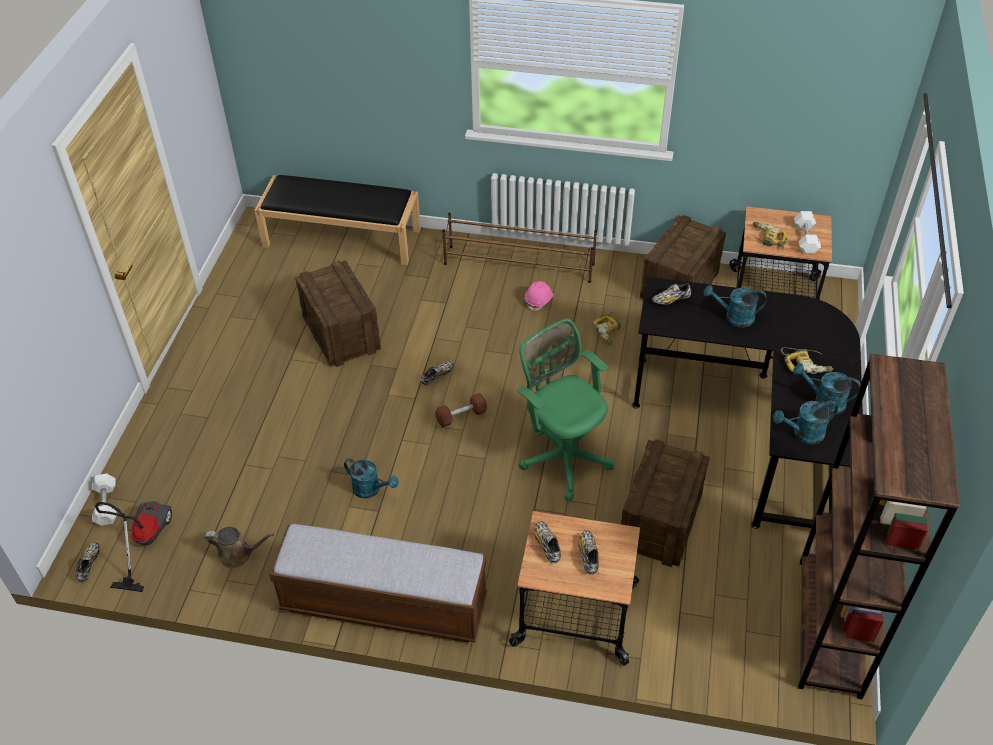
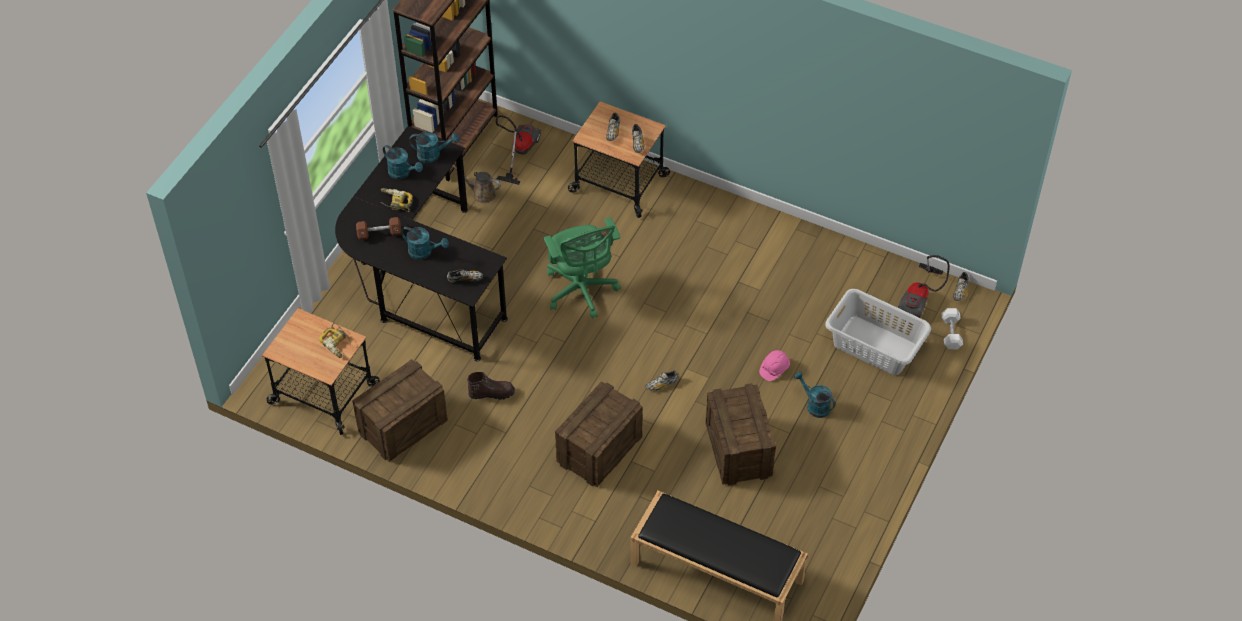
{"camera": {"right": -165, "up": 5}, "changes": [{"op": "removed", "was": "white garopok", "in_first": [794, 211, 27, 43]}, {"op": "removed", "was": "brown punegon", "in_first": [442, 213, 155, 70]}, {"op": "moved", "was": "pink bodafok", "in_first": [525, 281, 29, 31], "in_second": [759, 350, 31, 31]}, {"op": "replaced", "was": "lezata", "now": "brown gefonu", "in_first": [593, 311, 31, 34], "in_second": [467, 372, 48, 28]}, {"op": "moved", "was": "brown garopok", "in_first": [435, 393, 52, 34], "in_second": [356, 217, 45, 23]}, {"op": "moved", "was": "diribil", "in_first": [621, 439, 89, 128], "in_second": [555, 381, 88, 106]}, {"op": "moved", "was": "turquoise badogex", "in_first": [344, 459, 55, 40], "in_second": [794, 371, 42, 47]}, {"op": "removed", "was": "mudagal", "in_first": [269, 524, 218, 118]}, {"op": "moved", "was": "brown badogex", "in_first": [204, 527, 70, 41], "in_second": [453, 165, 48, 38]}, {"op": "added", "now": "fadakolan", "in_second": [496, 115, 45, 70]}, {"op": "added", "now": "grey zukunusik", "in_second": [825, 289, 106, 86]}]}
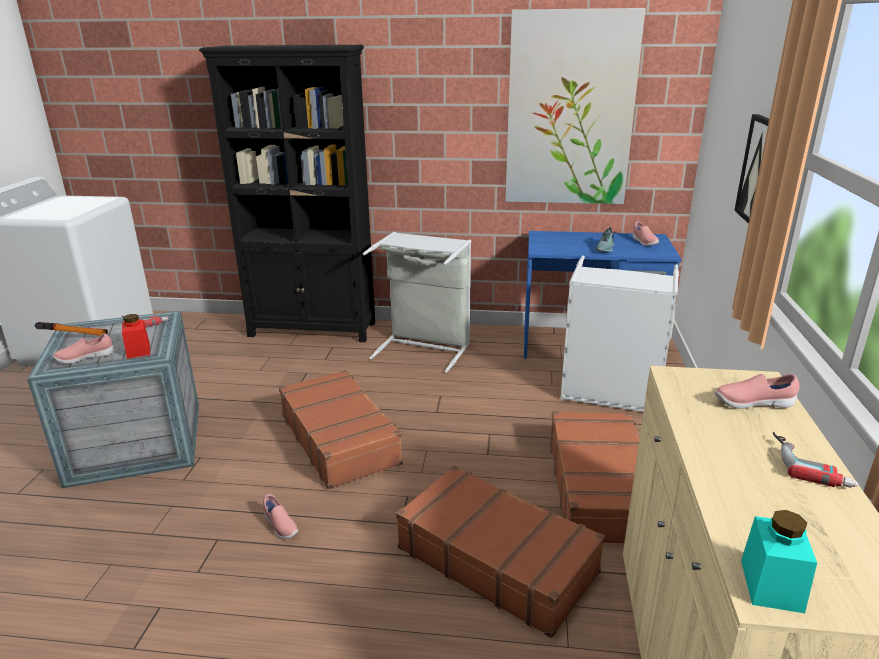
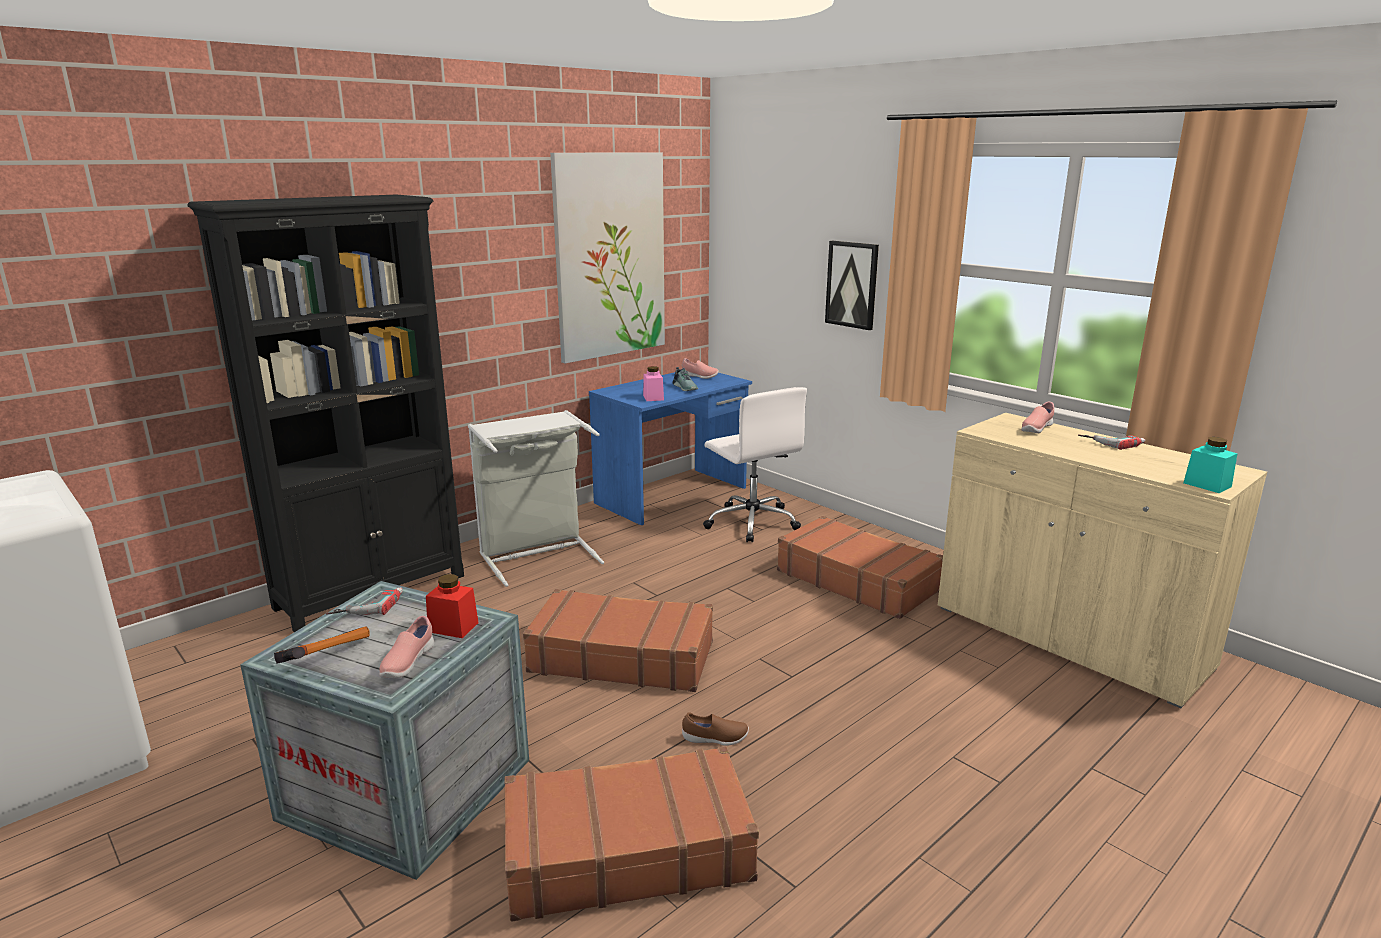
{"camera": {"right": -50, "up": -5}, "changes": [{"op": "replaced", "was": "grey zukunusik", "now": "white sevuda", "in_first": [560, 255, 119, 157], "in_second": [703, 387, 104, 155]}, {"op": "moved", "was": "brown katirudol", "in_first": [396, 466, 209, 172], "in_second": [504, 746, 255, 176]}, {"op": "recoloured", "was": "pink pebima", "now": "brown pebima", "in_first": [263, 494, 35, 45], "in_second": [682, 712, 67, 34]}, {"op": "added", "now": "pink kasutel", "in_second": [643, 366, 21, 35]}]}
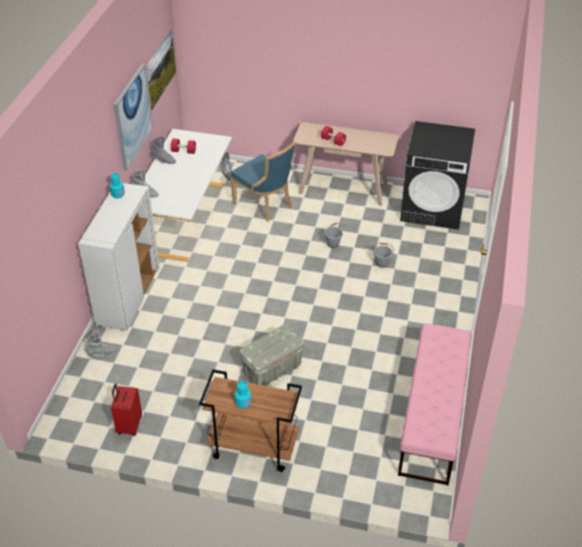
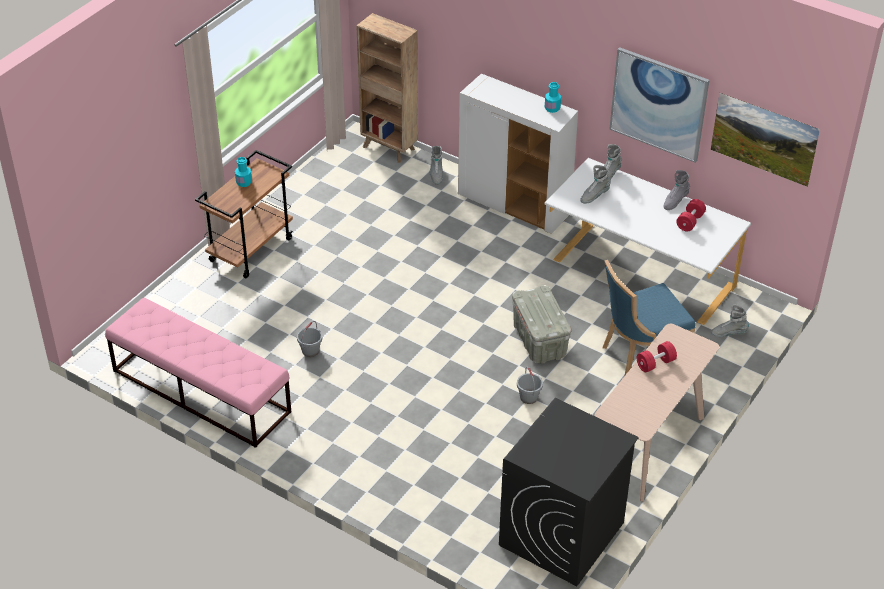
{"camera": {"right": 110, "up": 0}, "changes": [{"op": "moved", "was": "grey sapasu", "in_first": [373, 243, 21, 25], "in_second": [297, 321, 25, 36]}, {"op": "moved", "was": "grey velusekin", "in_first": [240, 325, 64, 61], "in_second": [512, 285, 59, 79]}, {"op": "removed", "was": "red katirudol", "in_first": [111, 384, 31, 52]}, {"op": "added", "now": "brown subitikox", "in_second": [356, 13, 62, 150]}, {"op": "added", "now": "grey gefonu", "in_second": [580, 165, 31, 39]}]}
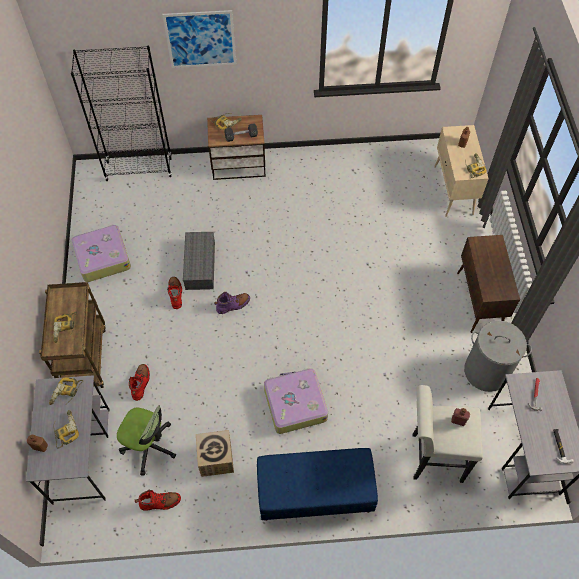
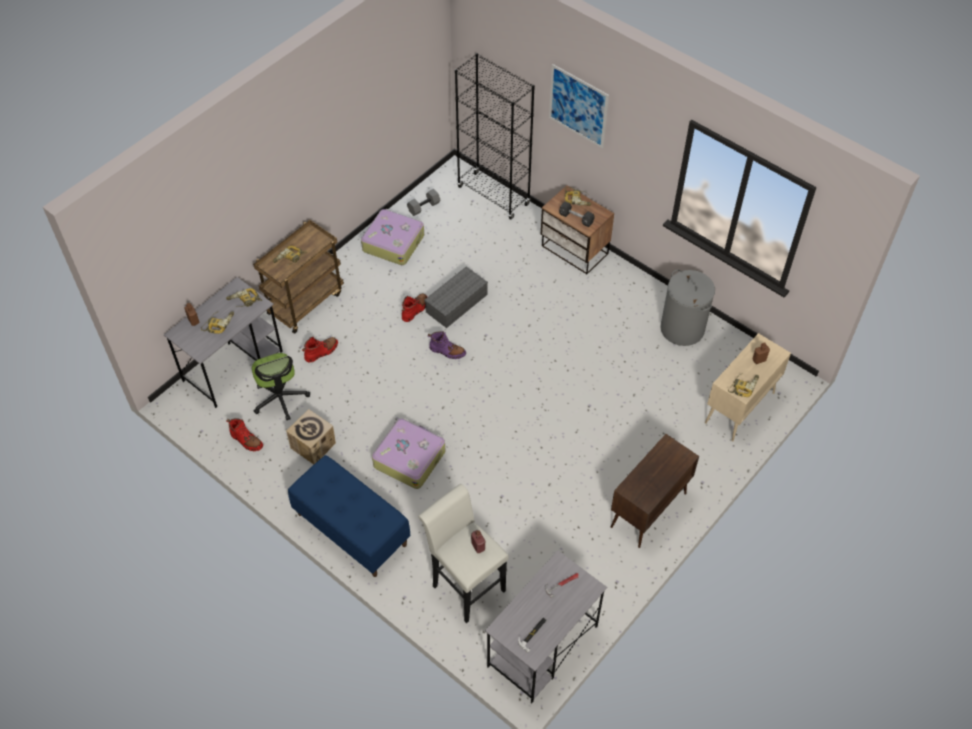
{"camera": {"right": 45, "up": -5}, "changes": [{"op": "moved", "was": "grey zukunusik", "in_first": [464, 321, 68, 71], "in_second": [660, 270, 55, 76]}, {"op": "added", "now": "grey garopok", "in_second": [407, 189, 33, 27]}]}
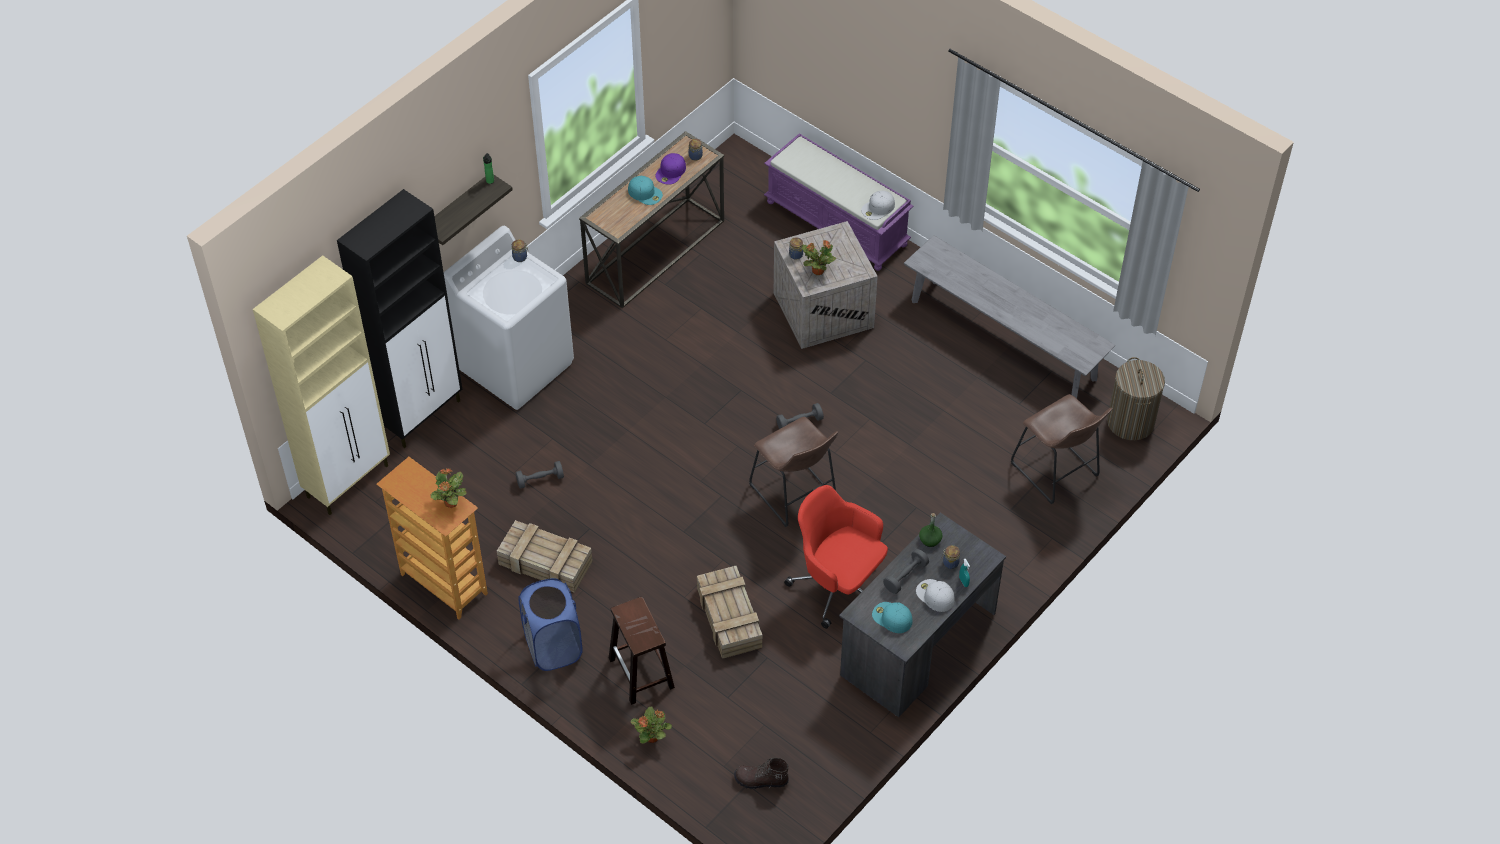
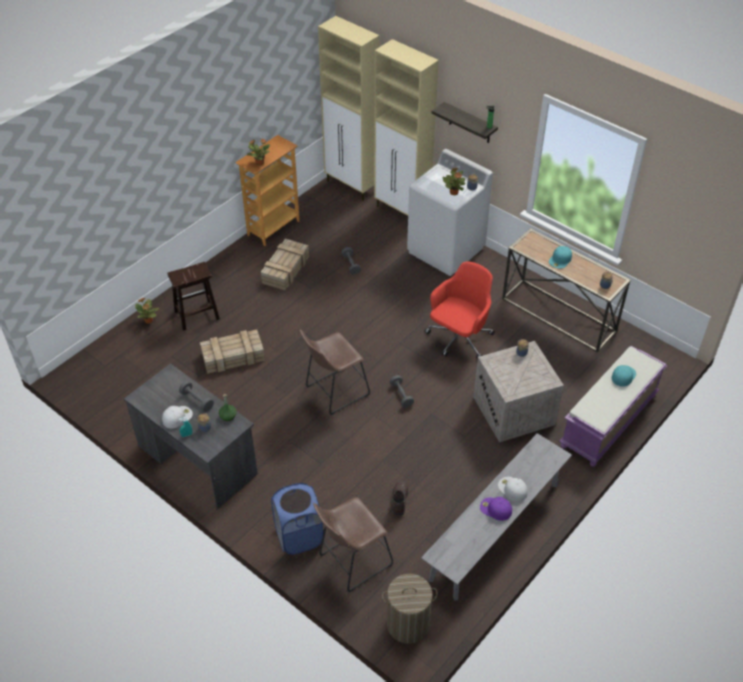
{"camera": {"right": 90, "up": -5}, "changes": [{"op": "moved", "was": "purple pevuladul", "in_first": [655, 153, 31, 32], "in_second": [480, 497, 32, 24]}, {"op": "recoloured", "was": "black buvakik", "now": "beige buvakik", "in_first": [337, 189, 125, 259], "in_second": [374, 39, 65, 177]}, {"op": "moved", "was": "white pevuladul", "in_first": [861, 190, 34, 30], "in_second": [498, 477, 30, 25]}, {"op": "moved", "was": "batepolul", "in_first": [802, 240, 34, 35], "in_second": [443, 168, 22, 27]}, {"op": "moved", "was": "red sevuda", "in_first": [784, 485, 104, 144], "in_second": [424, 261, 71, 97]}, {"op": "moved", "was": "blue zukunusik", "in_first": [518, 578, 65, 93], "in_second": [271, 483, 52, 72]}, {"op": "moved", "was": "turquoise pevuladul", "in_first": [872, 602, 41, 31], "in_second": [612, 365, 24, 22]}, {"op": "moved", "was": "brown gefonu", "in_first": [734, 758, 55, 31], "in_second": [390, 481, 18, 35]}]}
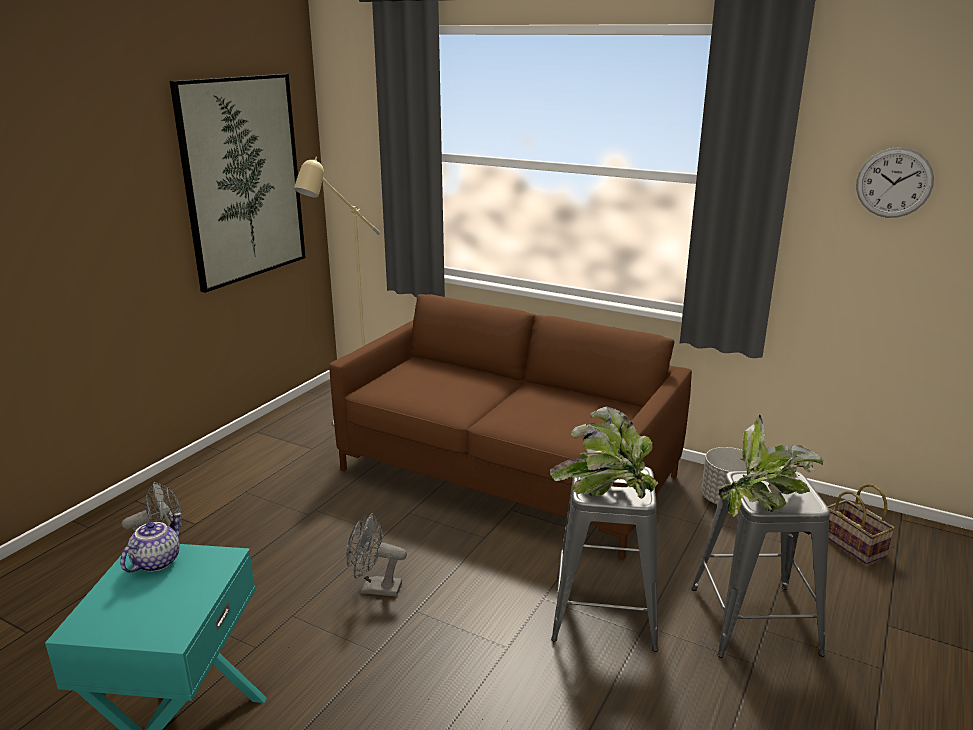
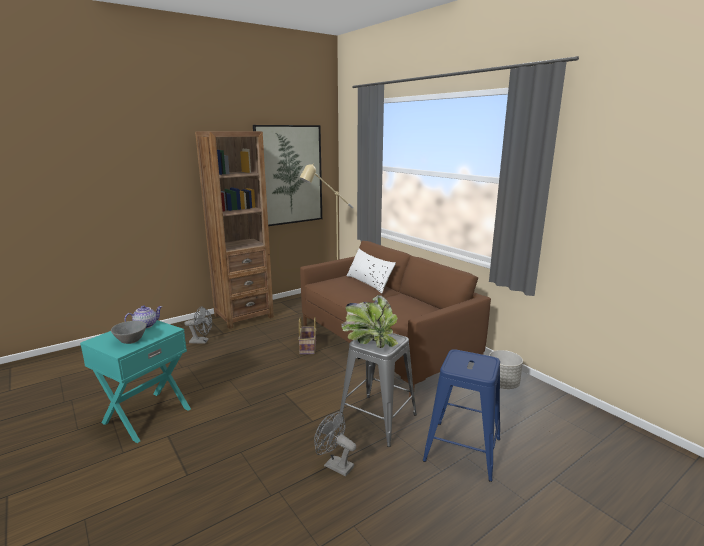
{"camera": {"right": 25, "up": -5}, "changes": [{"op": "removed", "was": "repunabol", "in_first": [856, 147, 78, 71]}, {"op": "removed", "was": "batepolul", "in_first": [719, 415, 104, 102]}, {"op": "recoloured", "was": "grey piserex", "now": "blue piserex", "in_first": [691, 471, 139, 187], "in_second": [423, 349, 77, 133]}, {"op": "moved", "was": "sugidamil", "in_first": [828, 484, 67, 80], "in_second": [298, 317, 18, 37]}, {"op": "moved", "was": "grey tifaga", "in_first": [346, 513, 61, 83], "in_second": [314, 411, 42, 65]}, {"op": "added", "now": "brown subitikox", "in_second": [195, 131, 79, 198]}, {"op": "added", "now": "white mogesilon", "in_second": [346, 249, 50, 45]}, {"op": "added", "now": "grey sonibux", "in_second": [111, 321, 36, 23]}]}
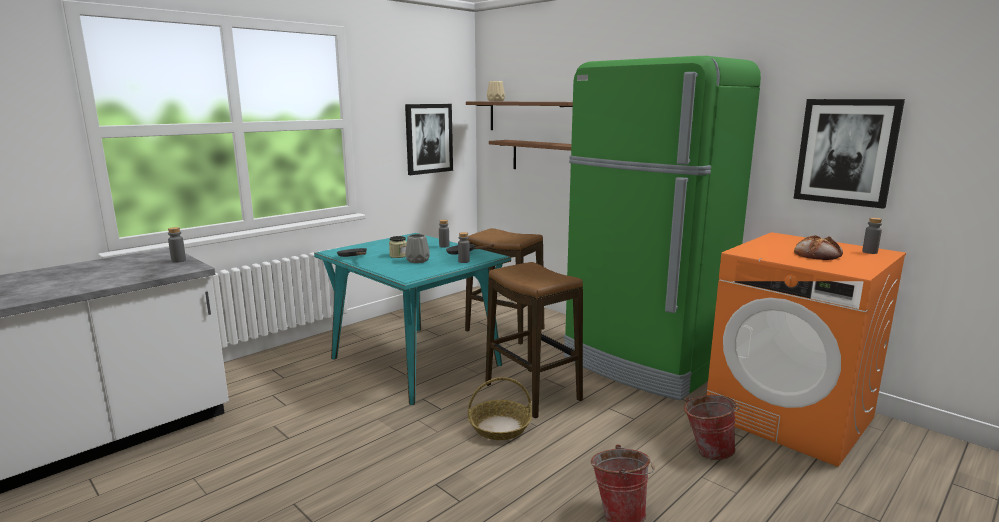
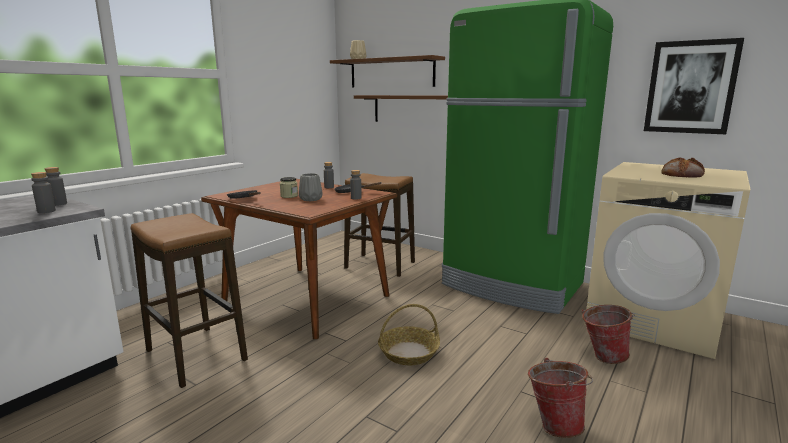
{"camera": {"right": -10, "up": 0}, "changes": [{"op": "removed", "was": "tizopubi", "in_first": [405, 104, 48, 71]}, {"op": "moved", "was": "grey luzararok", "in_first": [862, 217, 20, 37], "in_second": [31, 172, 25, 41]}, {"op": "recoloured", "was": "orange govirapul", "now": "beige govirapul", "in_first": [707, 232, 199, 235], "in_second": [585, 162, 165, 197]}, {"op": "recoloured", "was": "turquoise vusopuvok", "now": "brown vusopuvok", "in_first": [314, 233, 197, 172], "in_second": [201, 179, 196, 160]}, {"op": "moved", "was": "piserex", "in_first": [486, 262, 97, 156], "in_second": [131, 213, 117, 175]}]}
